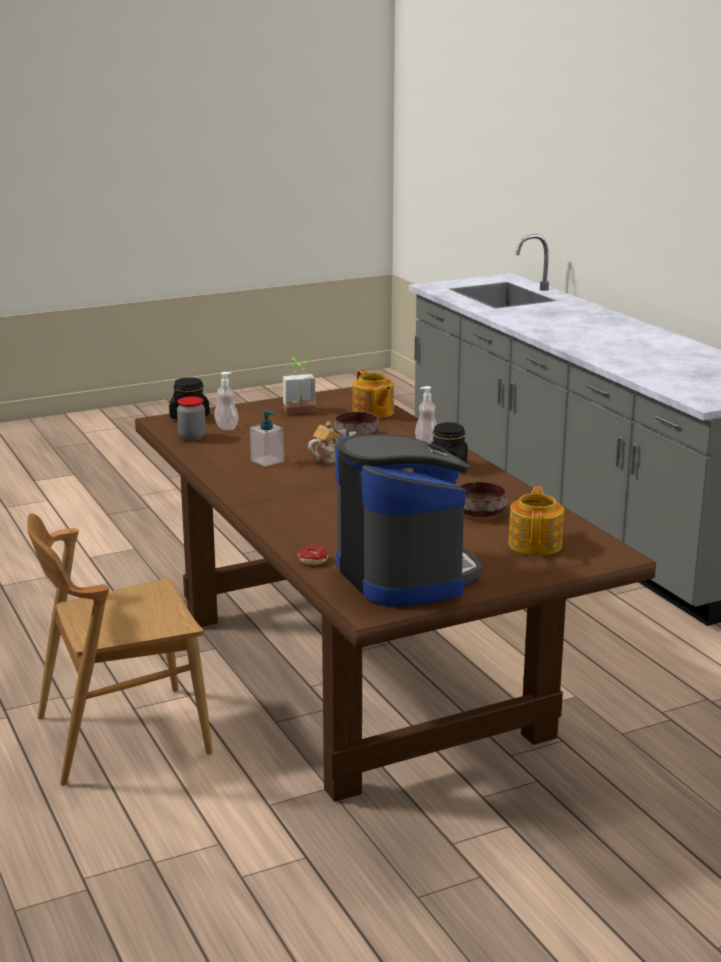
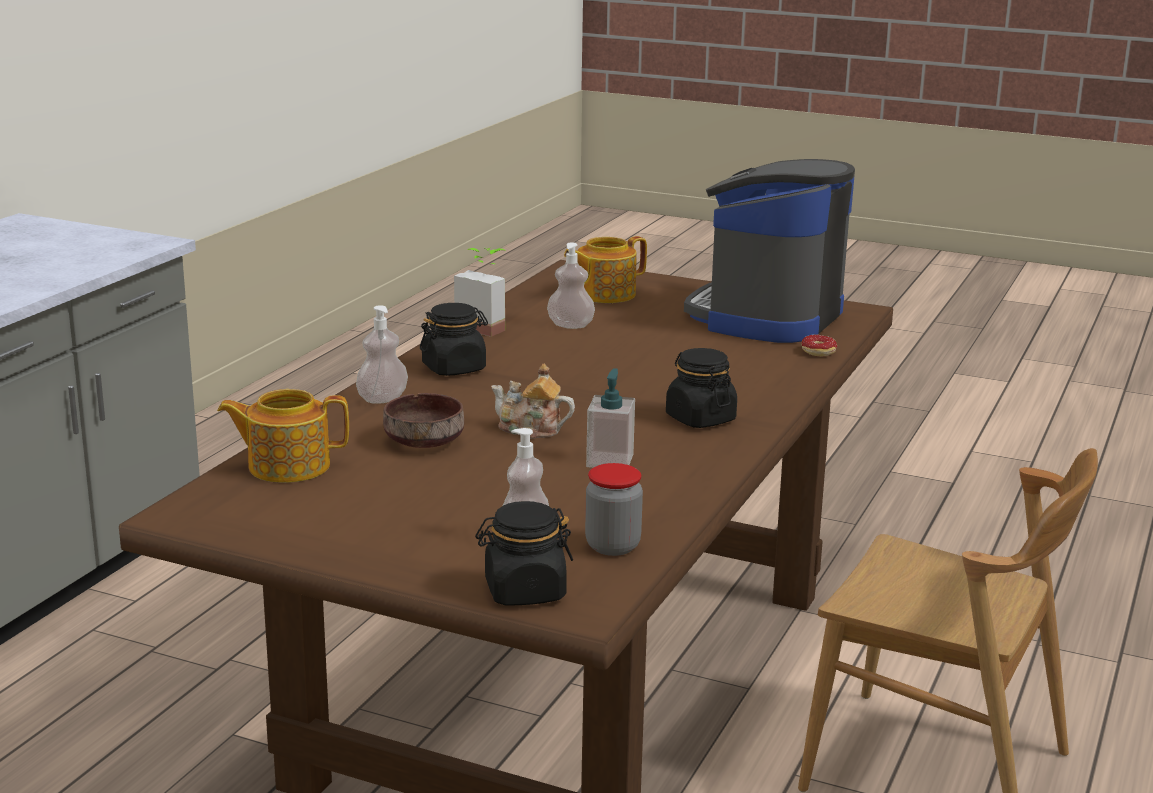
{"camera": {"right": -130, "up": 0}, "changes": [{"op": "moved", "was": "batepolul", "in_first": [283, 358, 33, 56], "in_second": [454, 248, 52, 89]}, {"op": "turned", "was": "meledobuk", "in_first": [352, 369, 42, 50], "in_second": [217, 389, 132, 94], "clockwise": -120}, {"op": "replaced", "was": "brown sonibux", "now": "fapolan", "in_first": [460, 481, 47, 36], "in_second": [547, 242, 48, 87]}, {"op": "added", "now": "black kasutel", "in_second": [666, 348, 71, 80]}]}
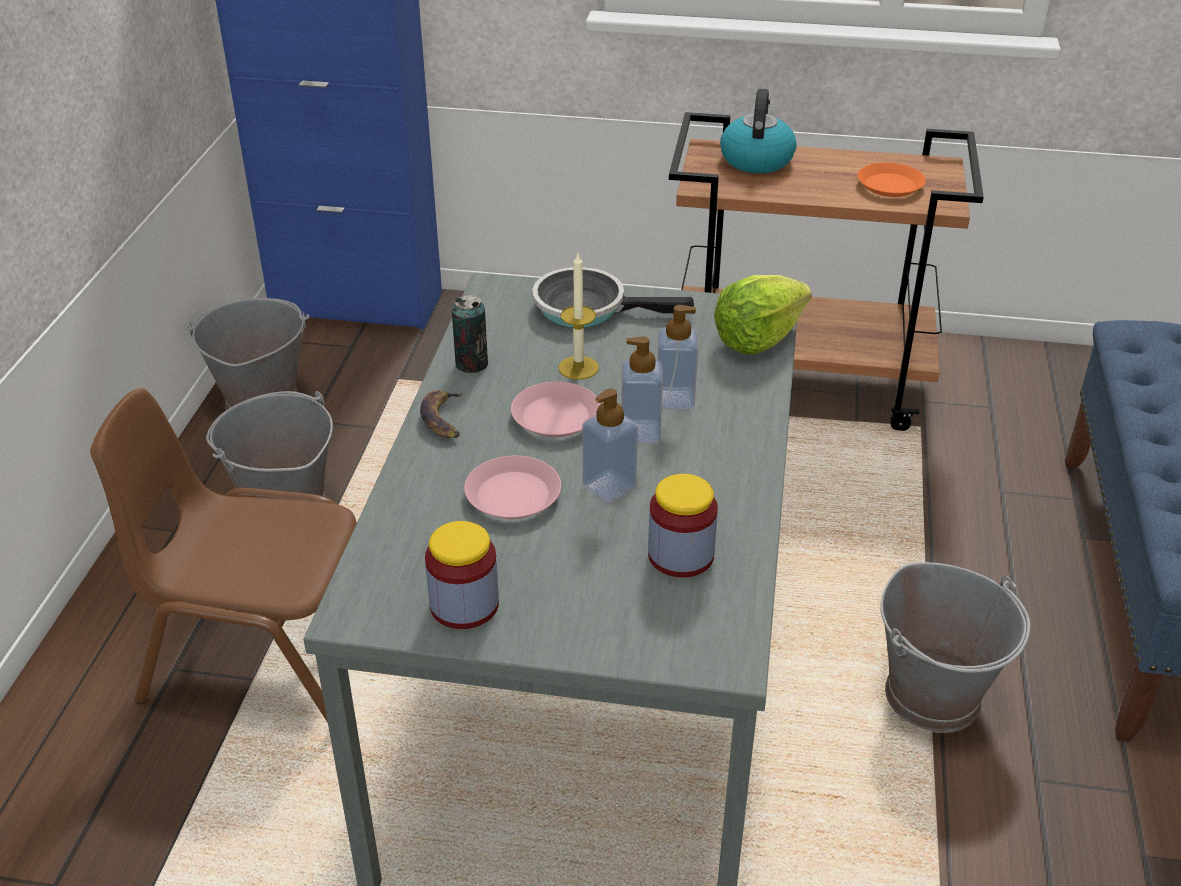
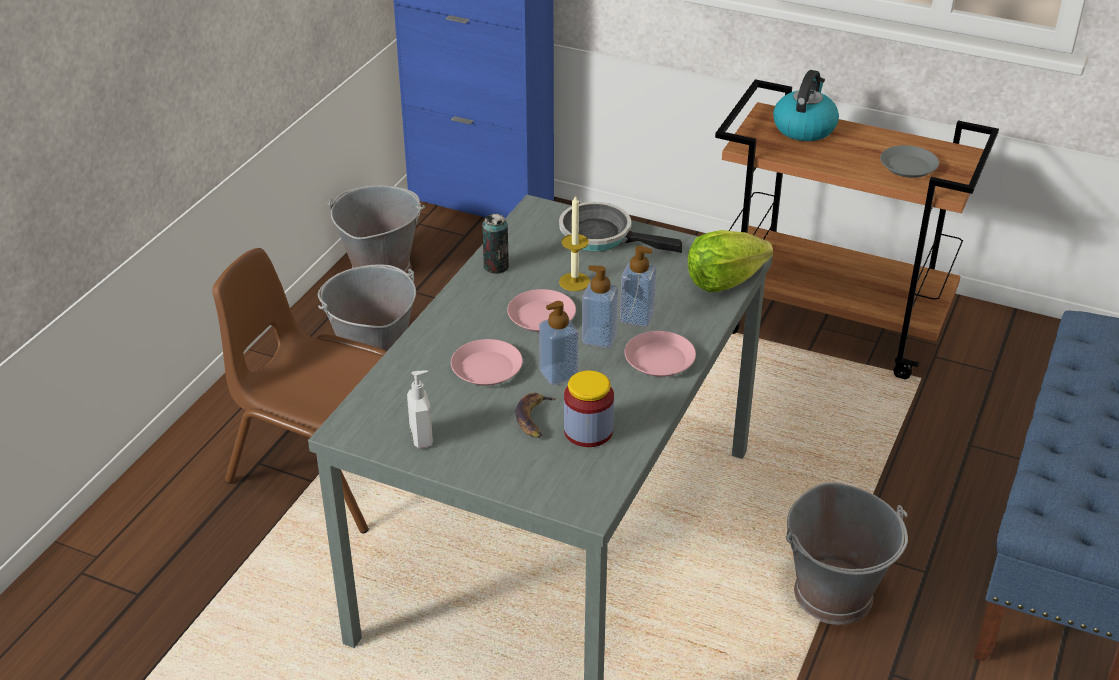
{"camera": {"right": 15, "up": 0}, "changes": [{"op": "recoloured", "was": "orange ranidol", "now": "grey ranidol", "in_first": [857, 162, 69, 35], "in_second": [880, 145, 59, 33]}, {"op": "moved", "was": "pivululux", "in_first": [420, 390, 43, 48], "in_second": [516, 393, 41, 45]}, {"op": "replaced", "was": "kasutel", "now": "fapolan", "in_first": [425, 521, 74, 108], "in_second": [407, 370, 26, 78]}, {"op": "added", "now": "pink ranidol", "in_second": [624, 331, 72, 46]}]}
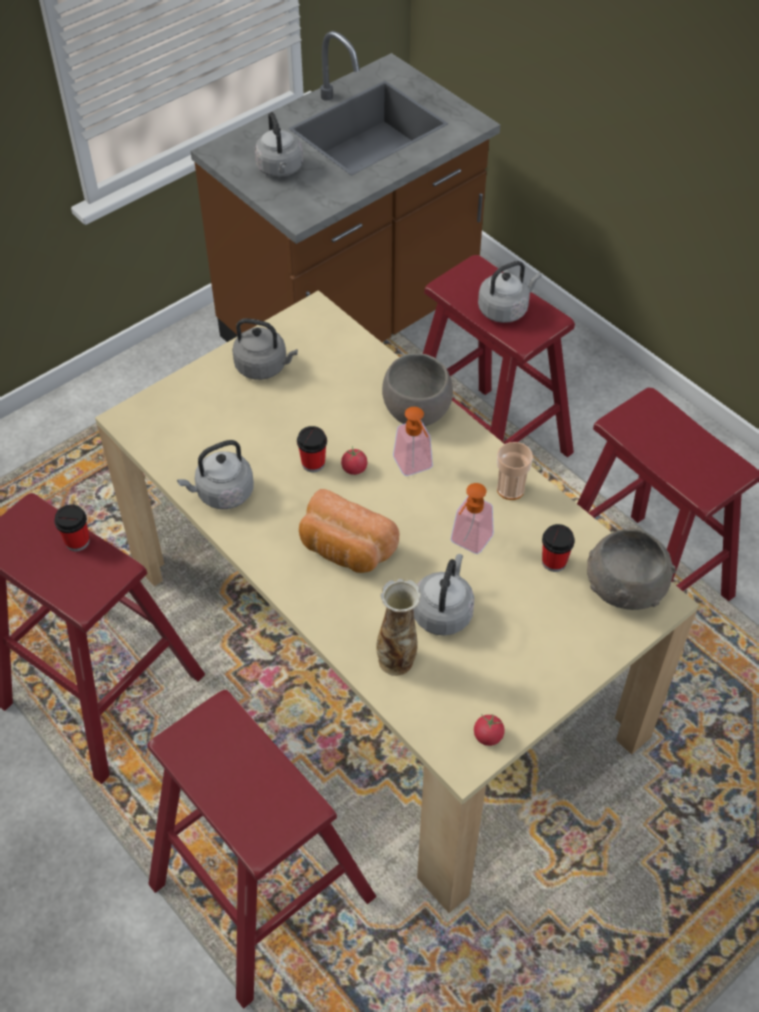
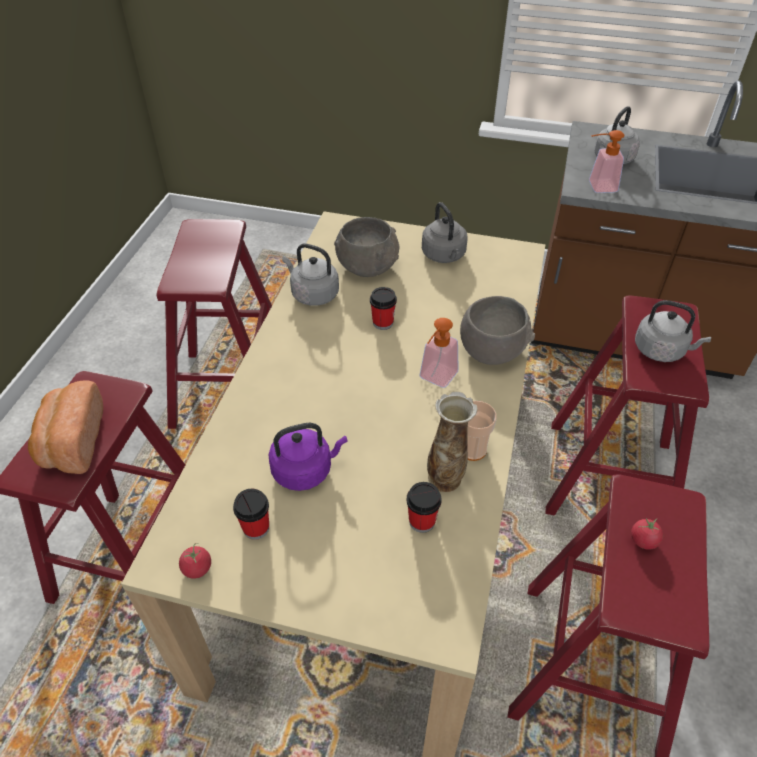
{"camera": {"right": 55, "up": -5}, "changes": [{"op": "moved", "was": "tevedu", "in_first": [341, 446, 26, 29], "in_second": [631, 518, 32, 32]}, {"op": "moved", "was": "fapolan", "in_first": [451, 483, 43, 71], "in_second": [589, 130, 36, 63]}, {"op": "moved", "was": "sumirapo", "in_first": [299, 489, 101, 84], "in_second": [28, 380, 75, 94]}, {"op": "moved", "was": "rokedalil", "in_first": [54, 504, 36, 47], "in_second": [233, 489, 36, 51]}, {"op": "moved", "was": "grey sonibux", "in_first": [587, 528, 89, 82], "in_second": [334, 217, 66, 60]}, {"op": "recoloured", "was": "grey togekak", "now": "purple togekak", "in_first": [413, 554, 61, 82], "in_second": [268, 423, 80, 68]}, {"op": "moved", "was": "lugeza", "in_first": [376, 579, 45, 97], "in_second": [427, 392, 51, 100]}]}
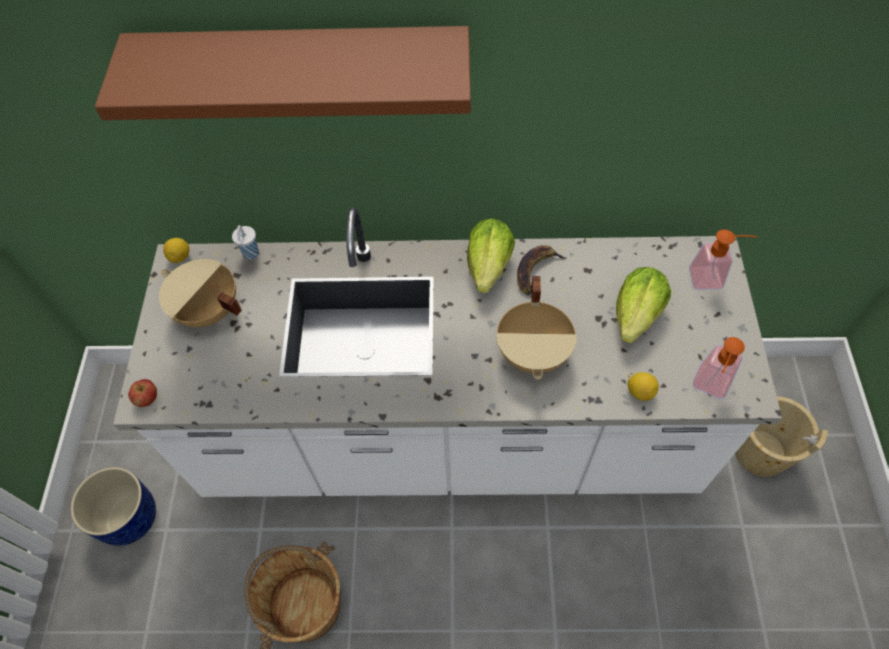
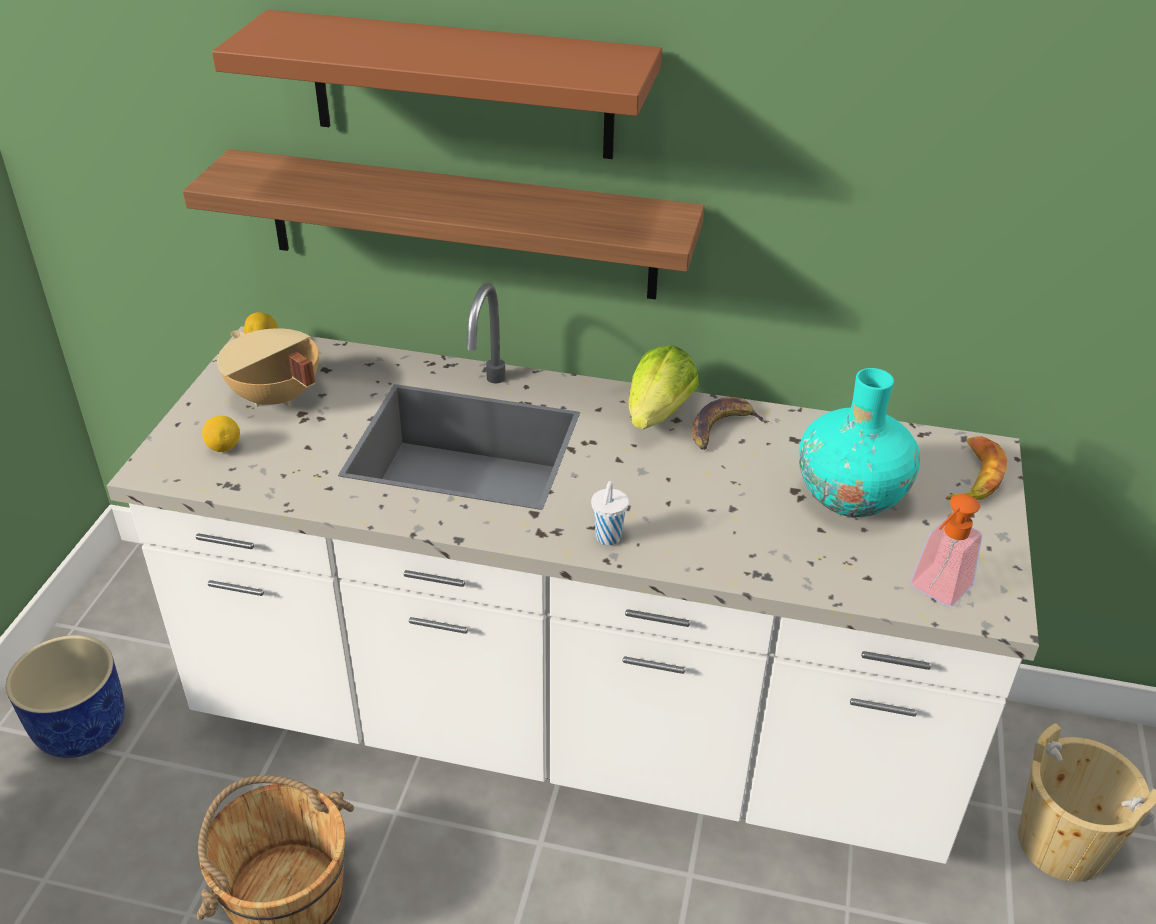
{"camera": {"right": 10, "up": -20}, "changes": [{"op": "moved", "was": "white rokedalil", "in_first": [232, 225, 27, 35], "in_second": [591, 481, 38, 64]}, {"op": "replaced", "was": "fapolan", "now": "pivululux", "in_first": [689, 229, 68, 61], "in_second": [946, 436, 61, 64]}, {"op": "replaced", "was": "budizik", "now": "turquoise lugeza", "in_first": [616, 267, 55, 76], "in_second": [799, 368, 121, 149]}, {"op": "removed", "was": "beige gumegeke", "in_first": [496, 276, 81, 104]}, {"op": "moved", "was": "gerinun", "in_first": [628, 372, 31, 29], "in_second": [202, 416, 38, 36]}, {"op": "removed", "was": "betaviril", "in_first": [128, 379, 29, 28]}, {"op": "added", "now": "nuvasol", "in_second": [183, 149, 522, 150]}]}
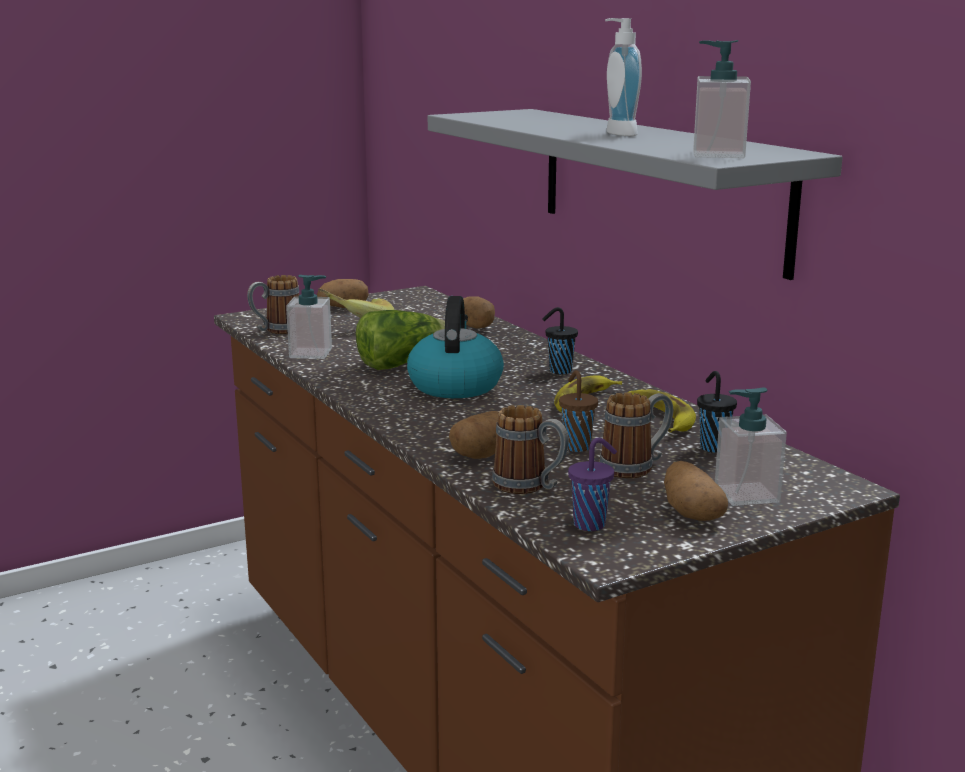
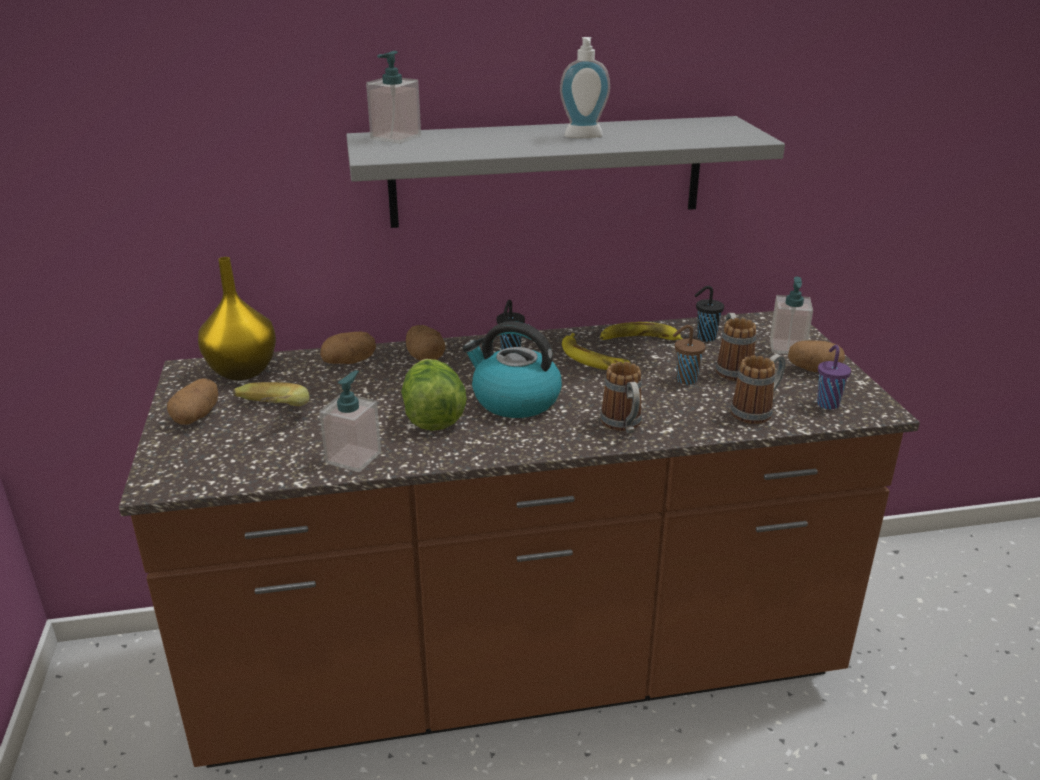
{"camera": {"right": -70, "up": 10}, "changes": [{"op": "moved", "was": "fapolan", "in_first": [693, 40, 58, 118], "in_second": [366, 51, 55, 92]}, {"op": "moved", "was": "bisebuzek", "in_first": [247, 275, 52, 59], "in_second": [600, 362, 42, 71]}, {"op": "moved", "was": "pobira", "in_first": [449, 411, 50, 48], "in_second": [406, 325, 39, 36]}, {"op": "added", "now": "yellow lugeza", "in_second": [198, 257, 78, 123]}]}
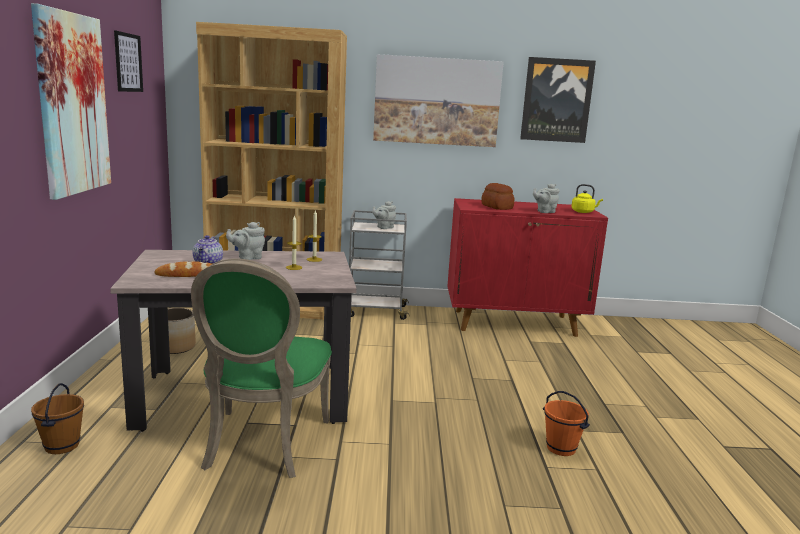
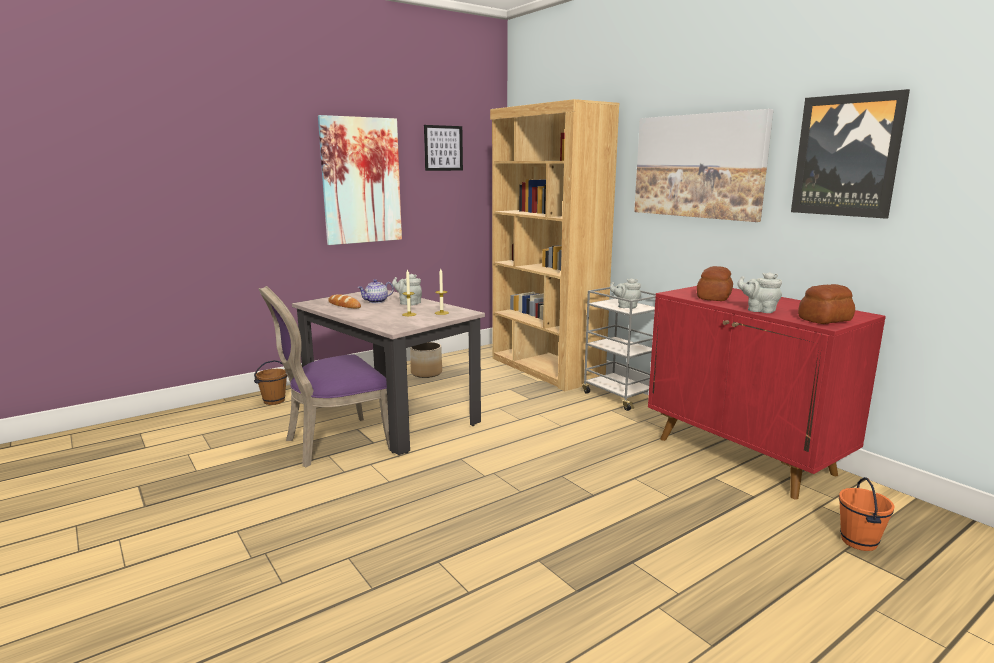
{"camera": {"right": 55, "up": 0}, "changes": [{"op": "replaced", "was": "yellow togekak", "now": "sumirapo", "in_first": [571, 184, 32, 29], "in_second": [798, 284, 57, 40]}, {"op": "recoloured", "was": "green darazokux", "now": "purple darazokux", "in_first": [191, 258, 141, 220], "in_second": [259, 286, 131, 181]}, {"op": "moved", "was": "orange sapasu", "in_first": [543, 391, 47, 65], "in_second": [839, 477, 56, 74]}]}
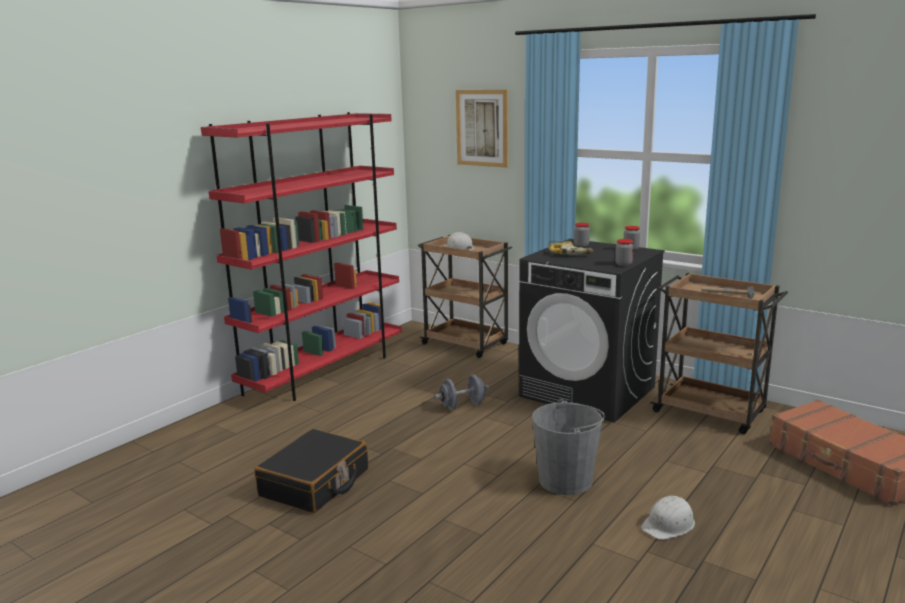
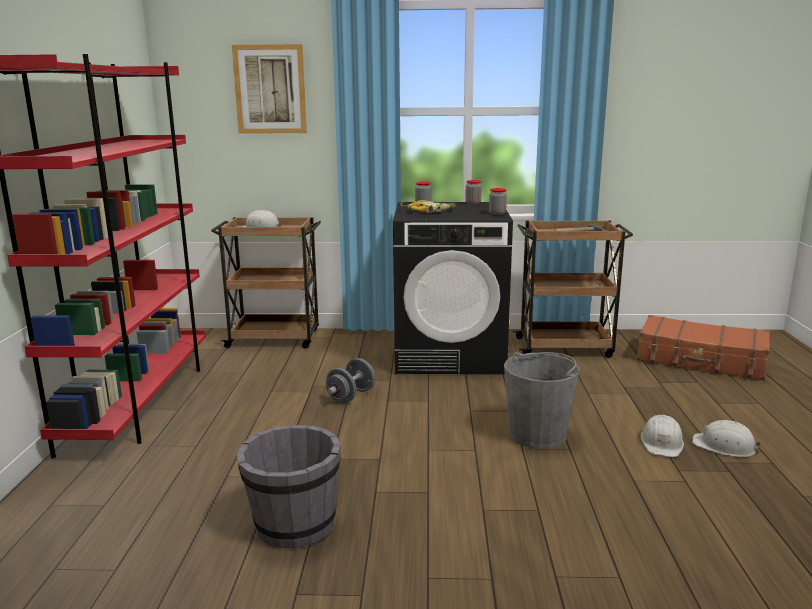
{"camera": {"right": -35, "up": 0}, "changes": [{"op": "replaced", "was": "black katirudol", "now": "grey sapasu", "in_first": [254, 429, 114, 84], "in_second": [237, 425, 104, 124]}, {"op": "added", "now": "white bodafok", "in_second": [692, 420, 69, 37]}]}
